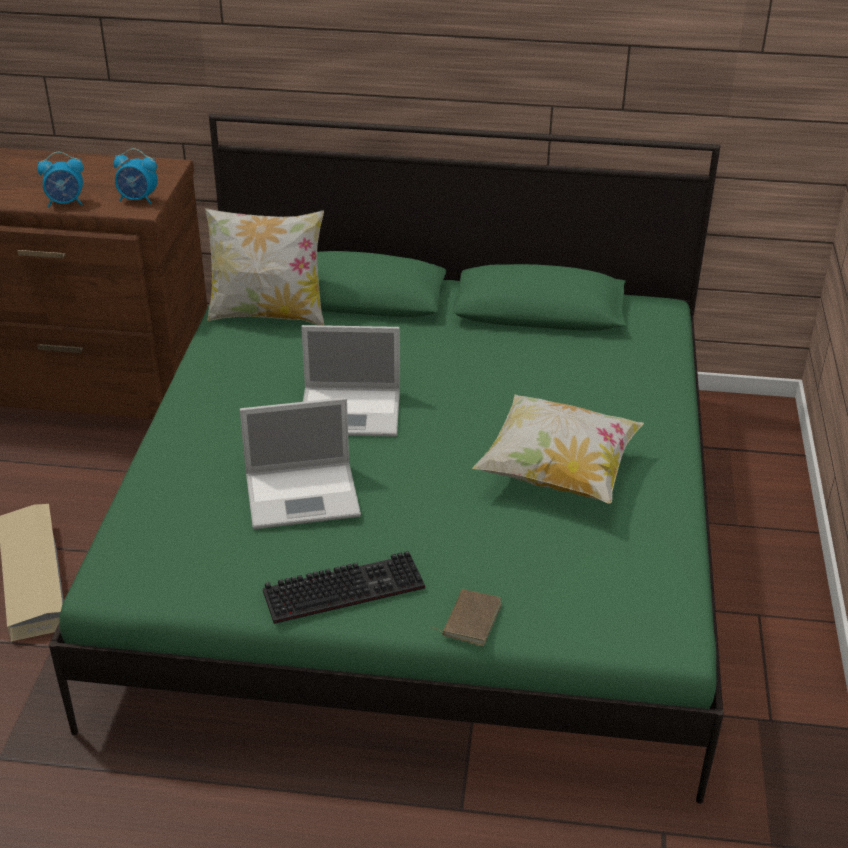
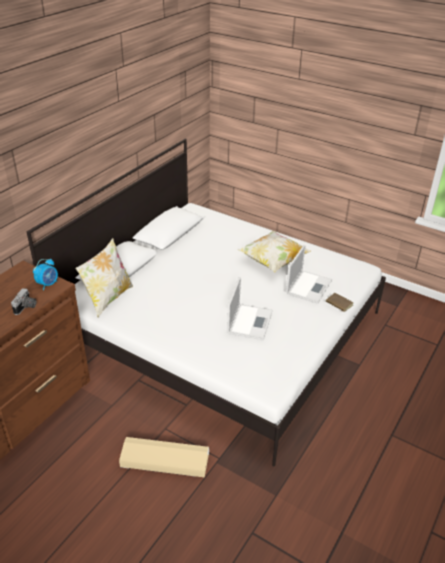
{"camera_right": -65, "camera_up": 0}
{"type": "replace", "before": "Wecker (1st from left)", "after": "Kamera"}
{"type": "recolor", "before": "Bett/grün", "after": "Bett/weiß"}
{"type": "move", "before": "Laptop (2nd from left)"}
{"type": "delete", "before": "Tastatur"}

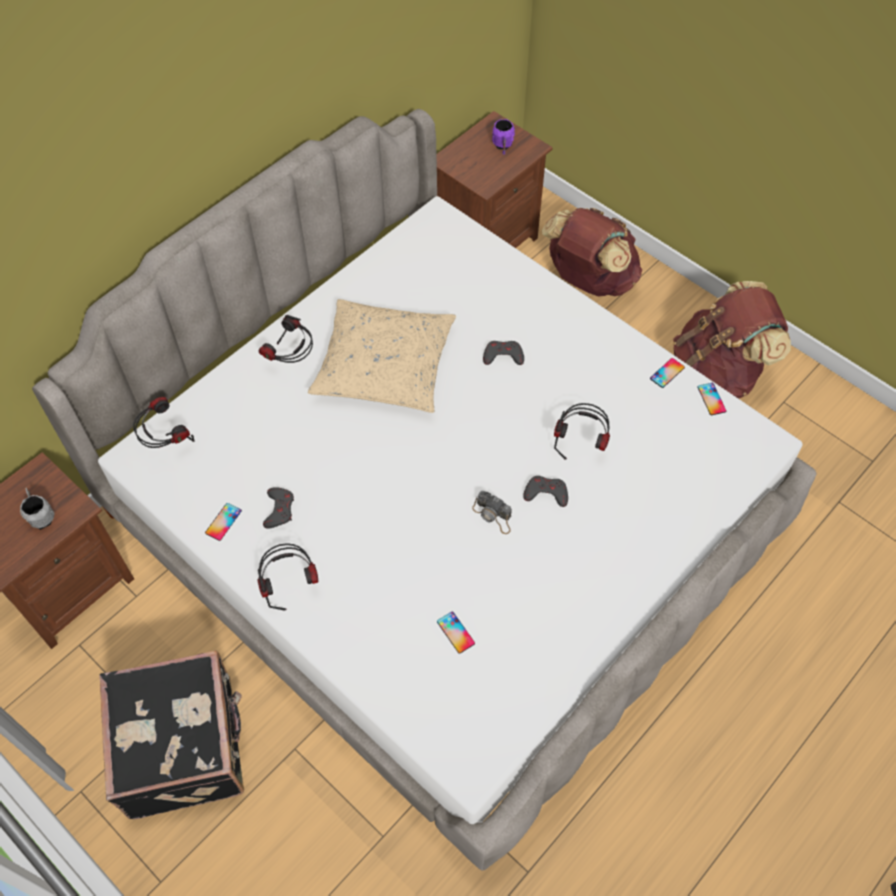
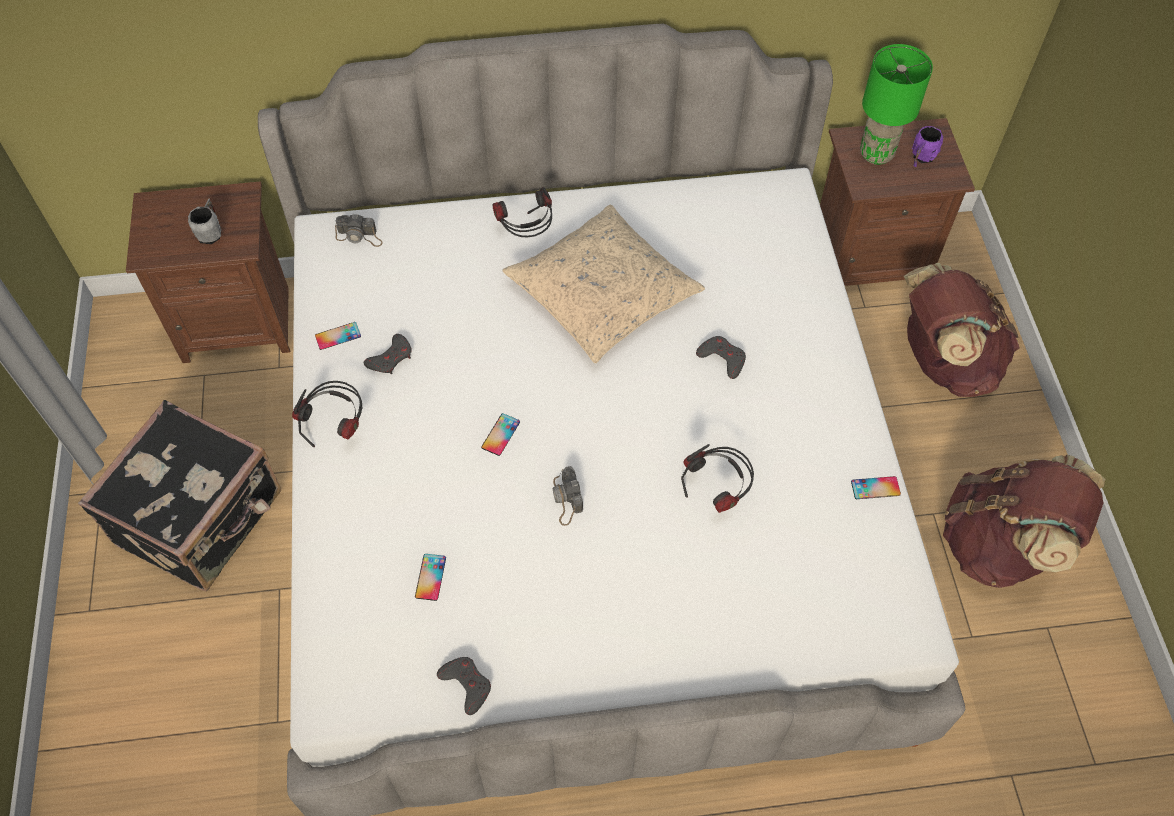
{"camera_right": 40, "camera_up": 0}
{"type": "replace", "before": "Kopfhörer (1st from left)", "after": "Kamera (1st from left)"}
{"type": "move", "before": "Gamepad/grau (3rd from left in the first image)", "after": "Gamepad/grau (2nd from left)"}
{"type": "move", "before": "Handy (4th from left in the first image)", "after": "Handy (3rd from left)"}
{"type": "insert", "after": "Tischlampe/grün"}

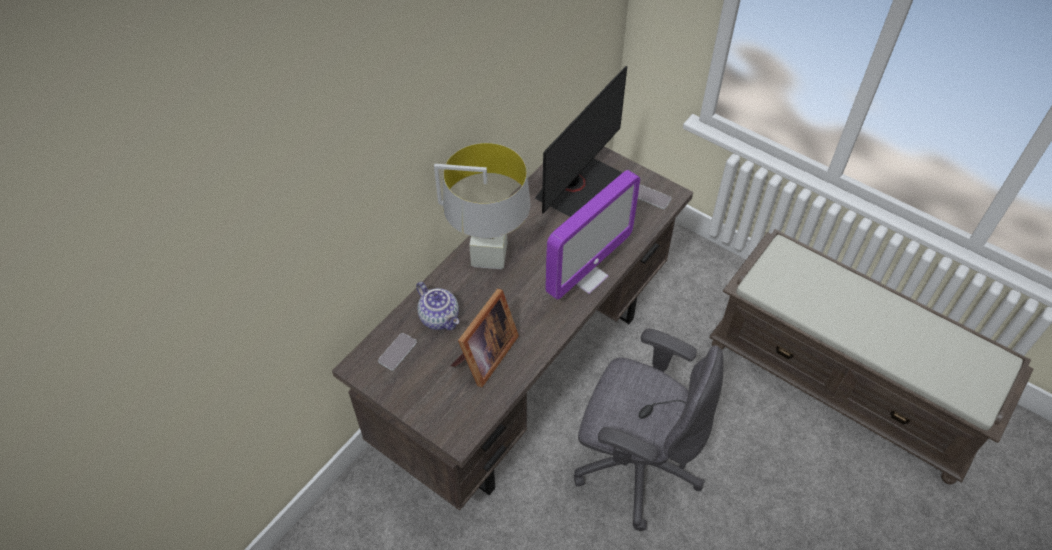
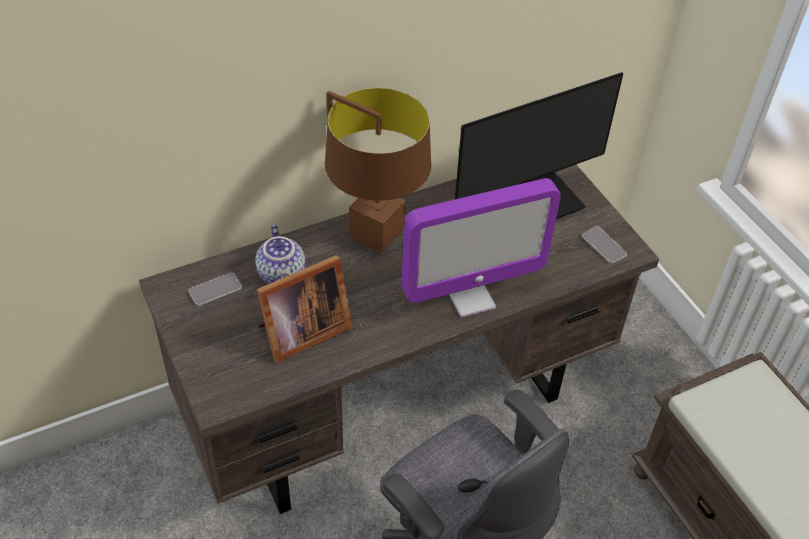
{"camera_right": 25, "camera_up": -5}
{"type": "recolor", "before": "Tischlampe/grau", "after": "Tischlampe/braun"}

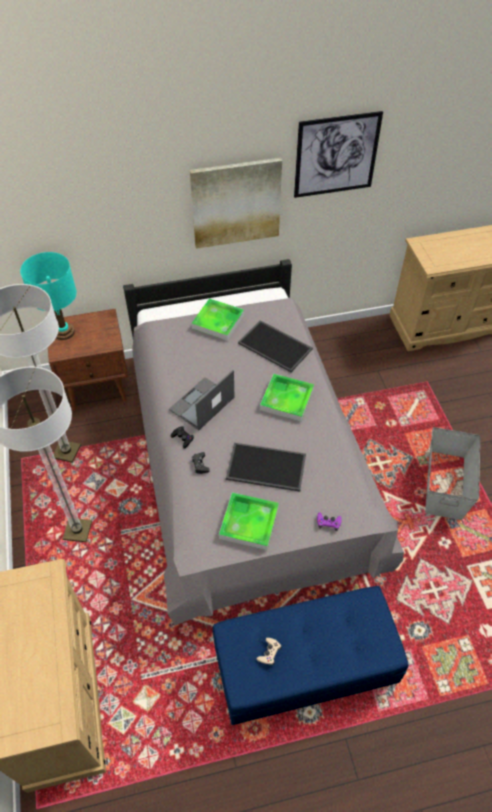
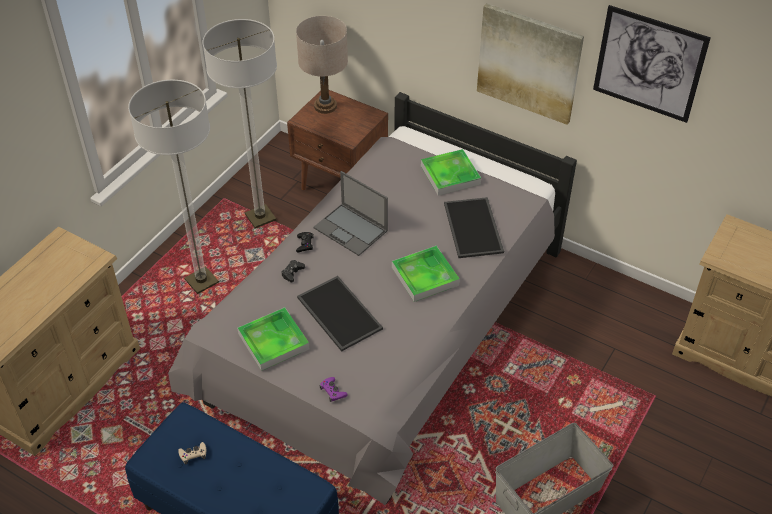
{"camera_right": 45, "camera_up": -5}
{"type": "recolor", "before": "Tischlampe/türkis", "after": "Tischlampe/beige"}
{"type": "rotate", "before": "Laptop", "turn": -135}

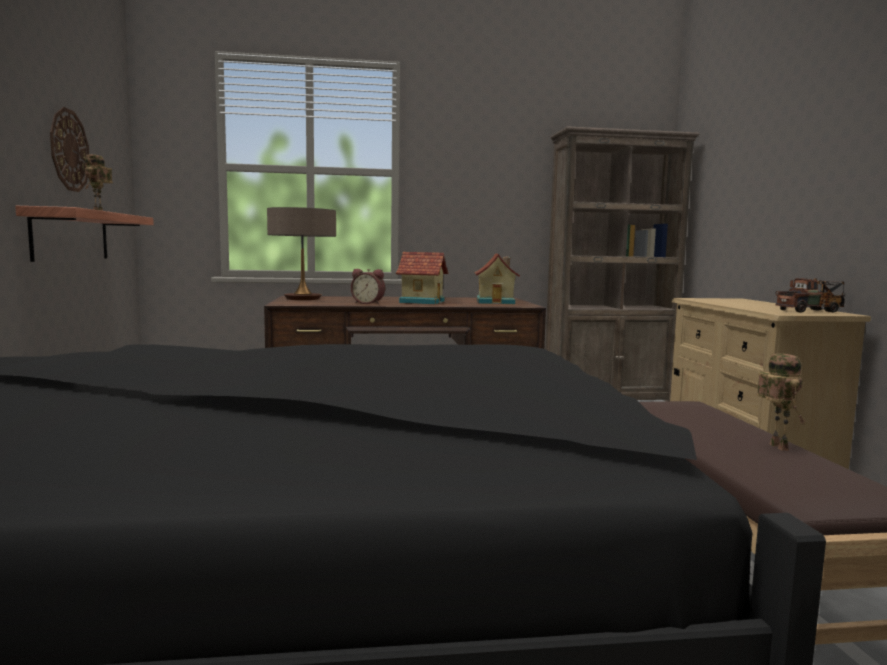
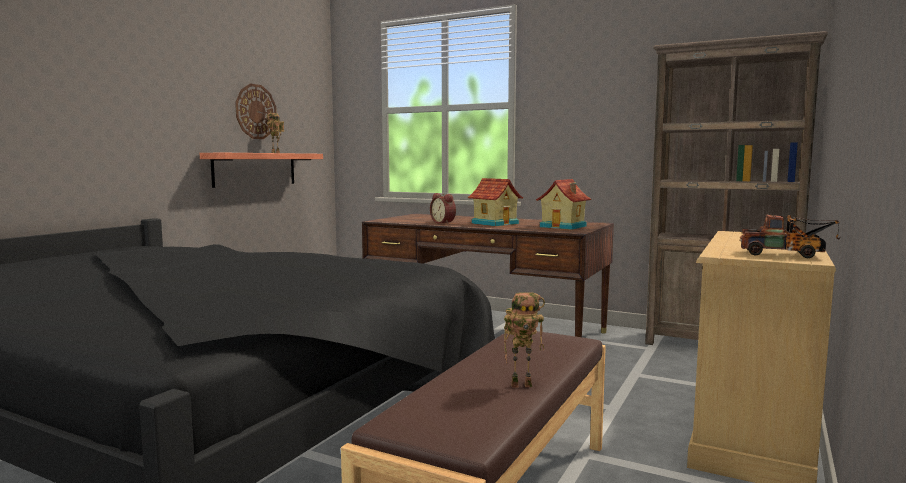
{"camera_right": 35, "camera_up": 0}
{"type": "rotate", "before": "Spielzeugroboter (2nd from left)", "turn": 60}
{"type": "delete", "before": "Tischlampe"}

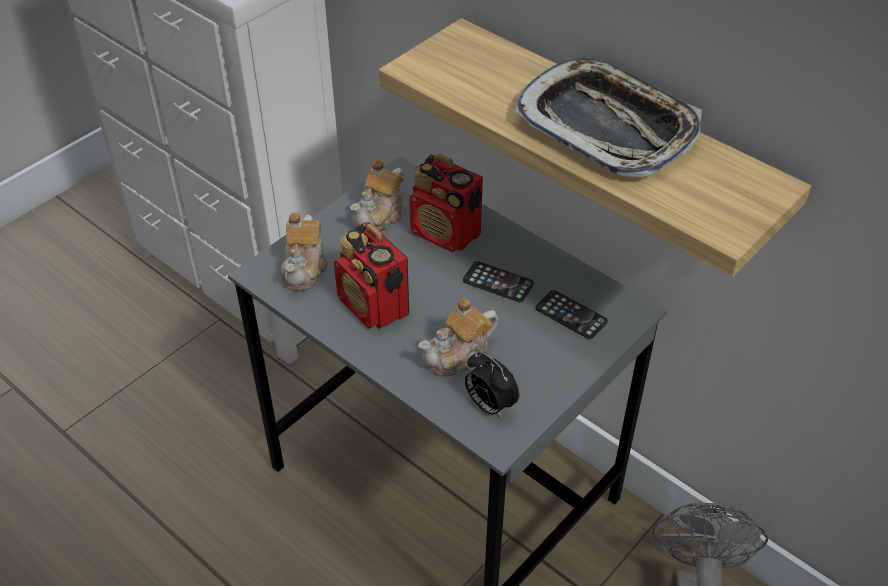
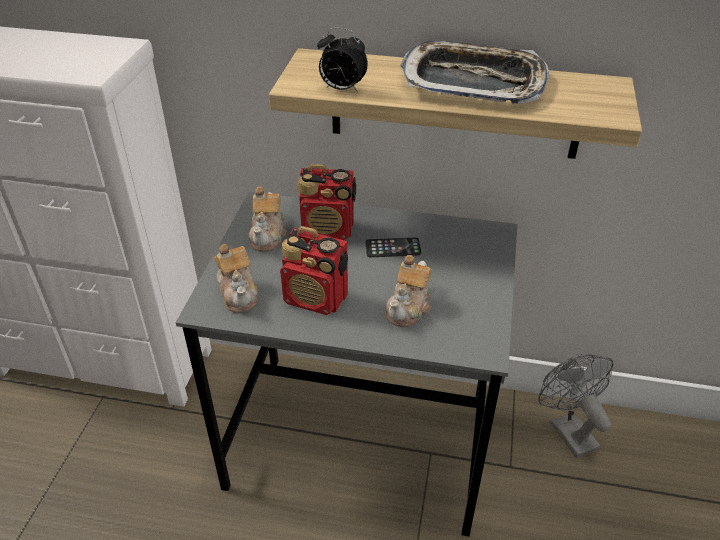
{"camera_right": -30, "camera_up": -5}
{"type": "move", "before": "Wecker"}
{"type": "delete", "before": "Handy (2nd from left)"}

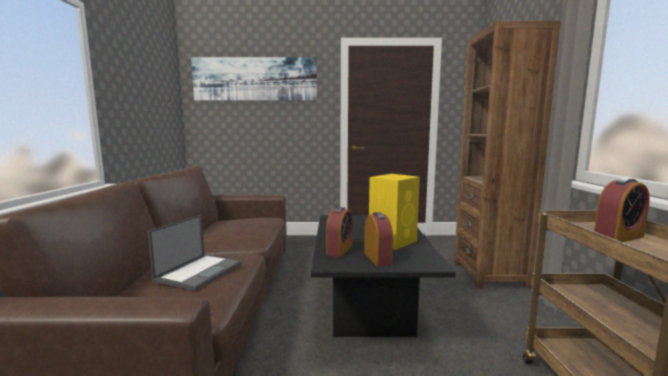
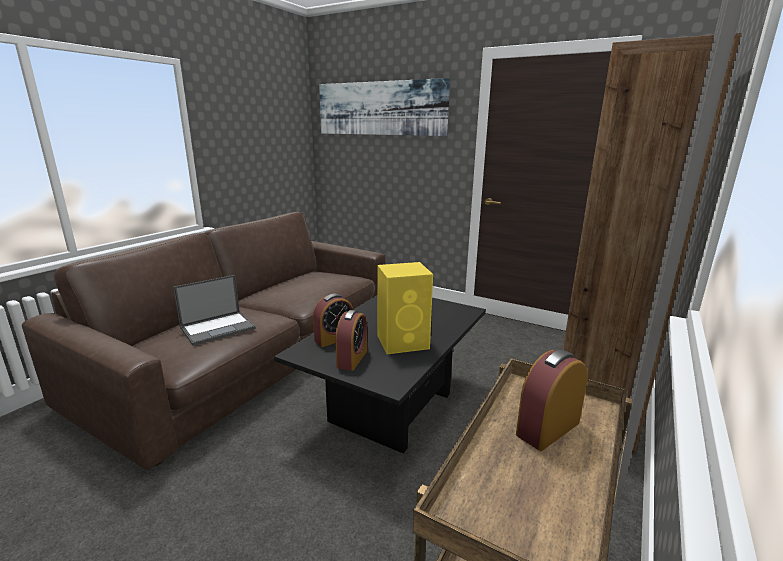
{"camera_right": 30, "camera_up": 10}
{"type": "rotate", "before": "Wecker (3rd from left)", "turn": 135}

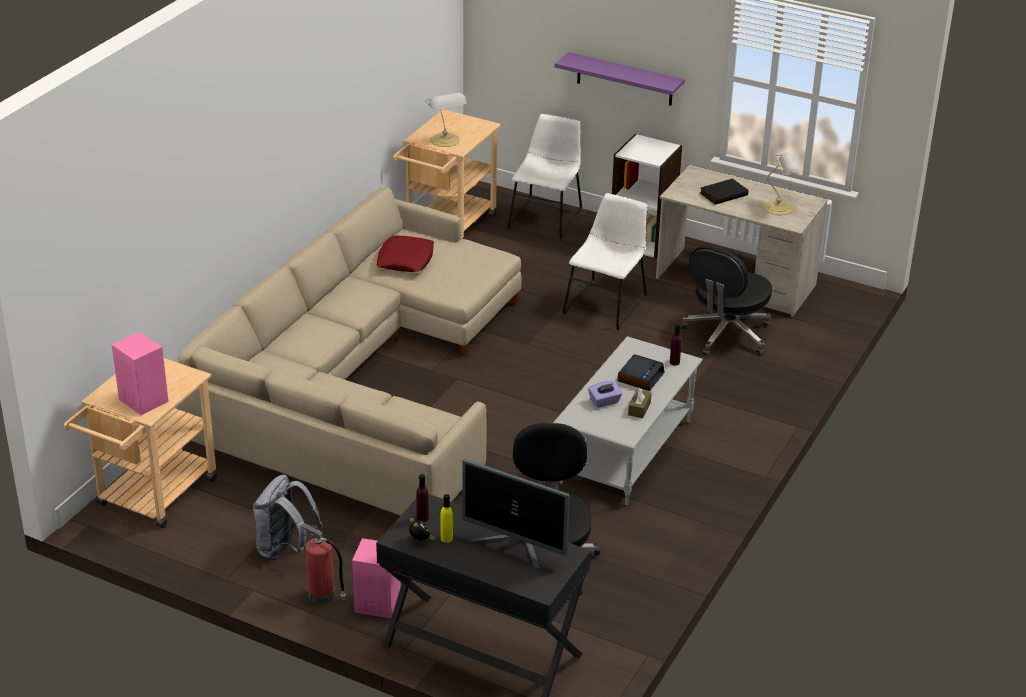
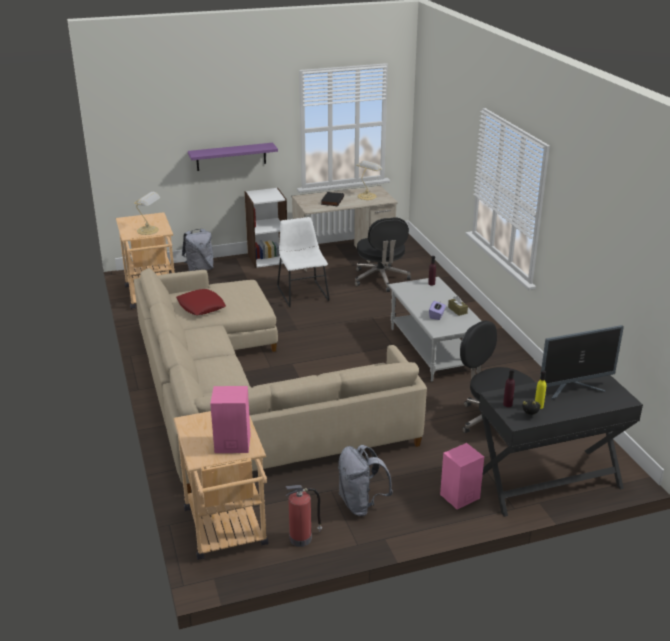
{"camera_right": -45, "camera_up": -5}
{"type": "replace", "before": "Stuhl/weiß (1st from left)", "after": "Rucksack/grau (1st from left)"}
{"type": "move", "before": "Feuerlöscher"}
{"type": "delete", "before": "Wecker (2nd from left)"}

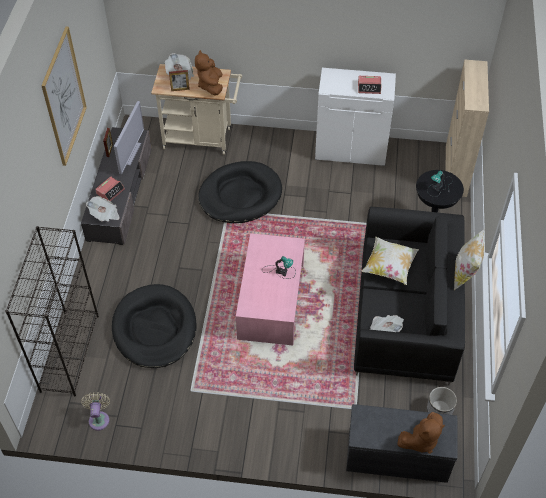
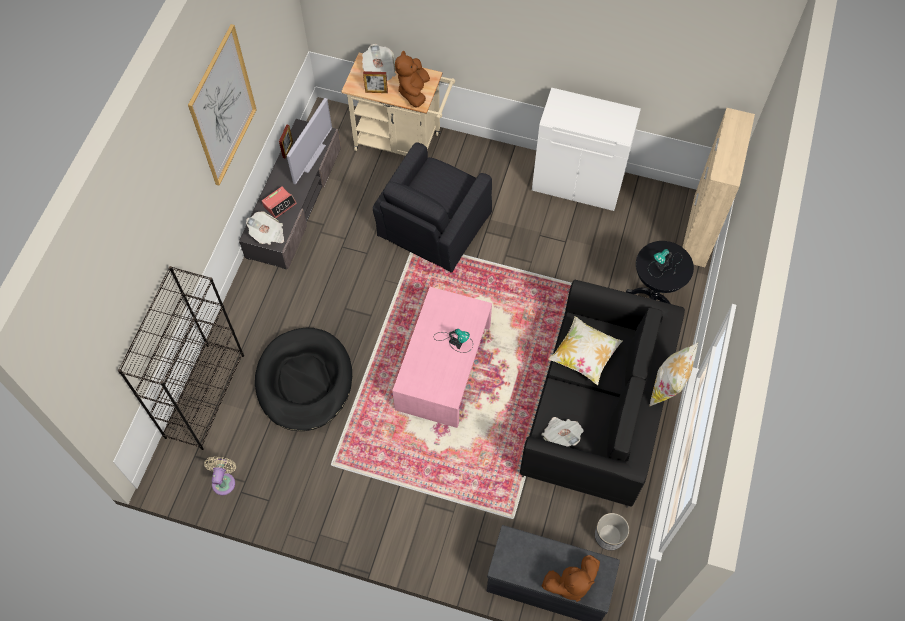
{"camera_right": 10, "camera_up": 10}
{"type": "replace", "before": "Hundebett/schwarz (2nd from left)", "after": "Sessel/schwarz"}
{"type": "delete", "before": "Wecker (2nd from left)"}

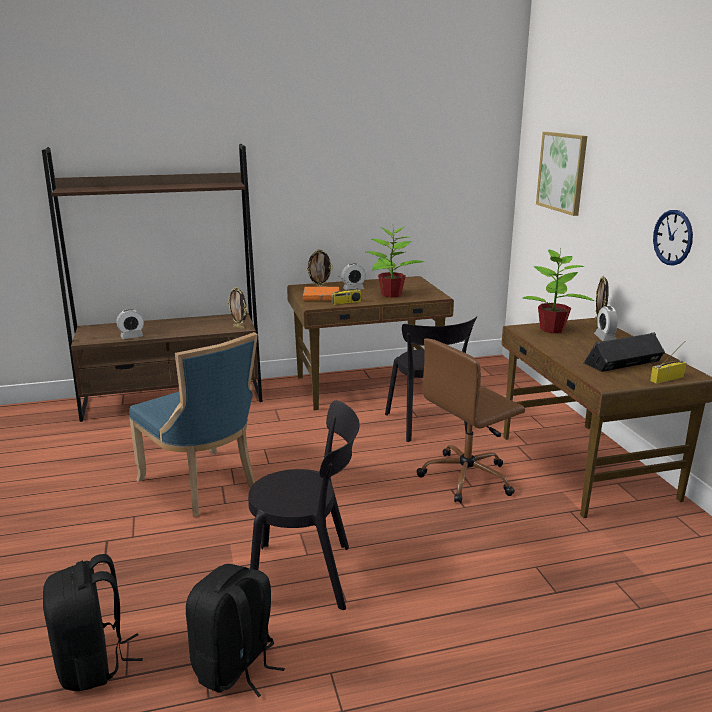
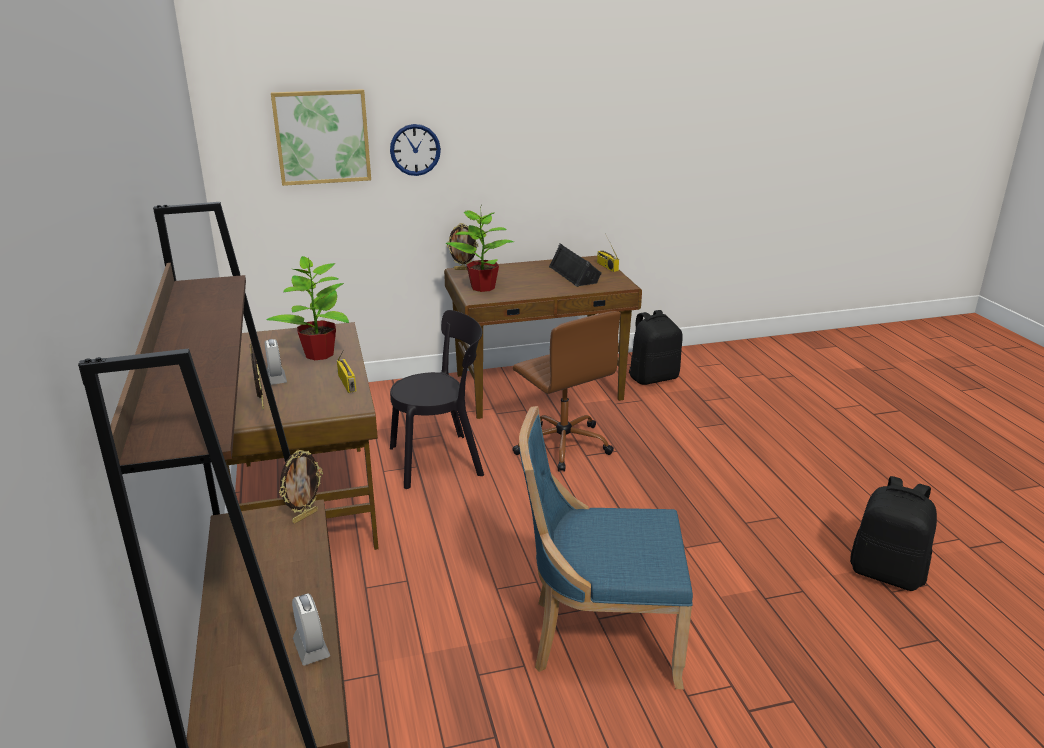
{"camera_right": -90, "camera_up": 5}
{"type": "move", "before": "Wanduhr"}
{"type": "rotate", "before": "Stuhl/blau", "turn": -135}
{"type": "move", "before": "Rucksack/schwarz (1st from left)"}
{"type": "delete", "before": "Stuhl/schwarz (1st from left)"}
{"type": "delete", "before": "Buch/orange"}
{"type": "delete", "before": "Wecker (3rd from left)"}

